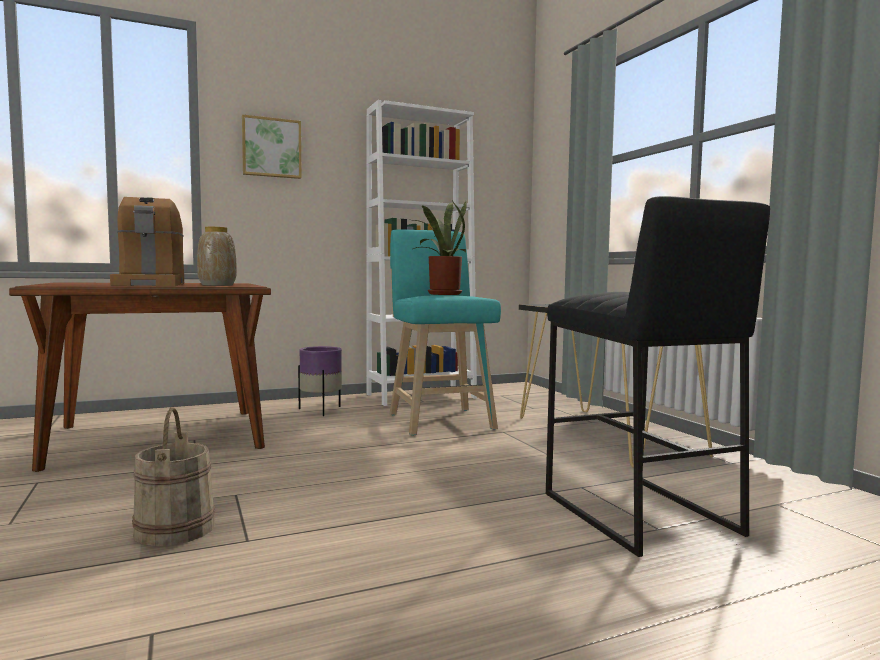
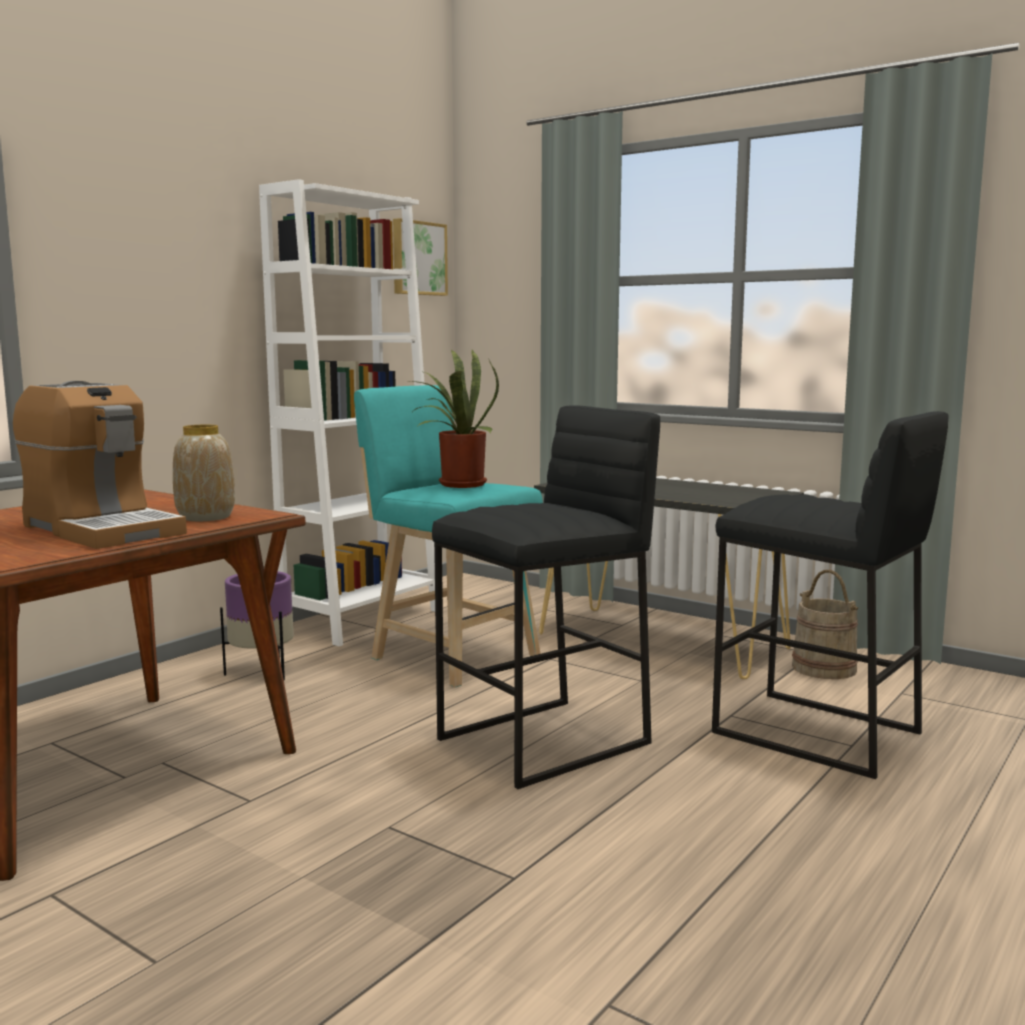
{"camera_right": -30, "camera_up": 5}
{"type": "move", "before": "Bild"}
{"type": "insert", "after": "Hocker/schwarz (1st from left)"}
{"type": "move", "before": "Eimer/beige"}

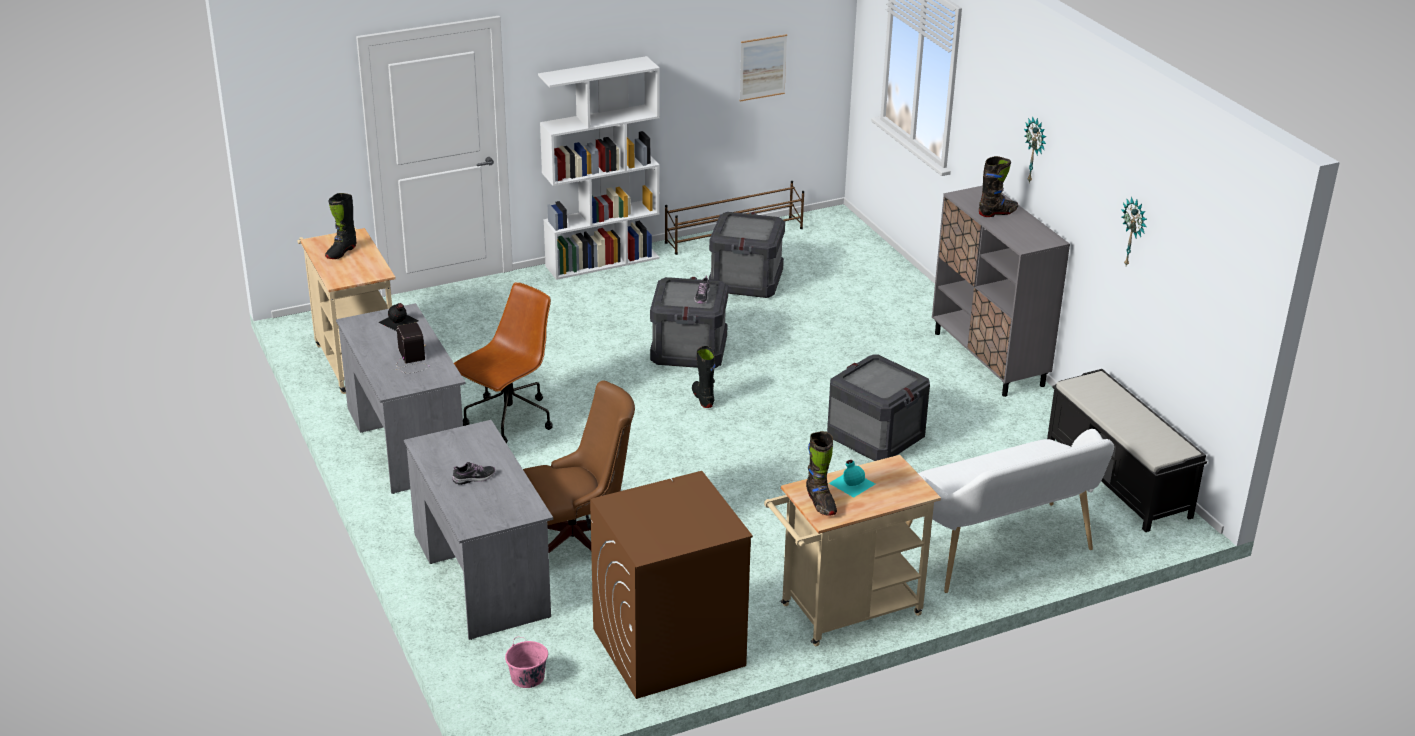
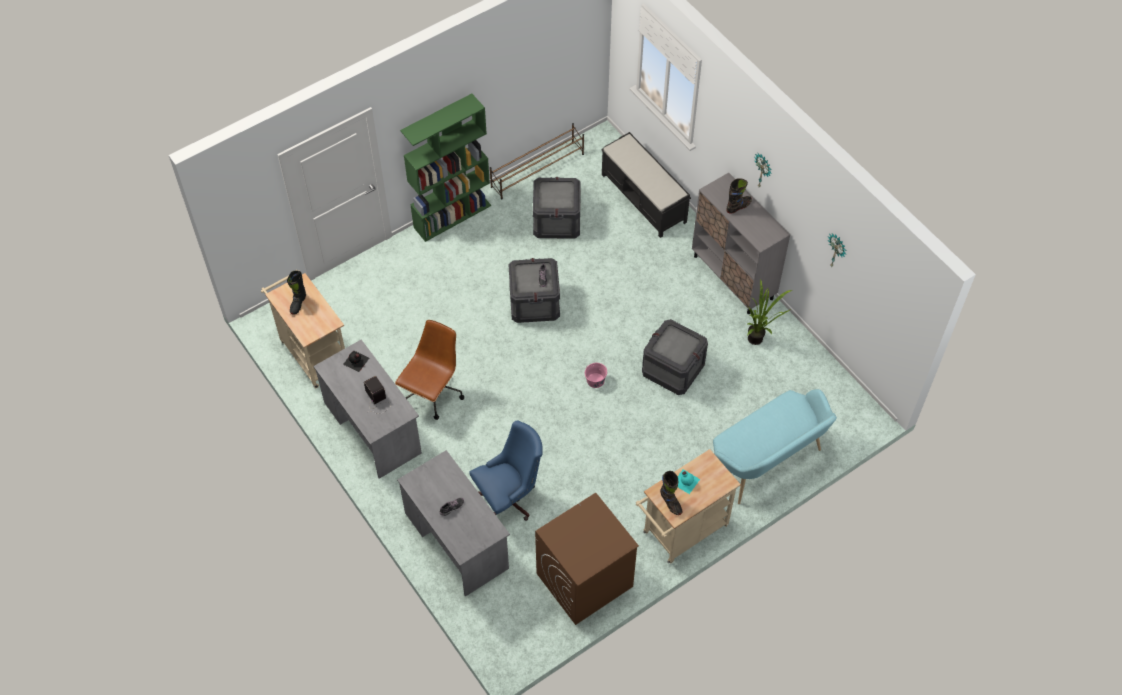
{"camera_right": -10, "camera_up": 25}
{"type": "recolor", "before": "Bücherregal/weiß", "after": "Bücherregal/grün"}
{"type": "recolor", "before": "Bürostuhl/braun (2nd from left)", "after": "Bürostuhl/blau"}
{"type": "move", "before": "Eimer/rosa"}
{"type": "move", "before": "Bank/schwarz"}
{"type": "recolor", "before": "Bank/weiß", "after": "Bank/türkis"}
{"type": "insert", "after": "Topfpflanze"}
{"type": "delete", "before": "Stiefel/schwarz (2nd from left)"}
{"type": "delete", "before": "Bild"}

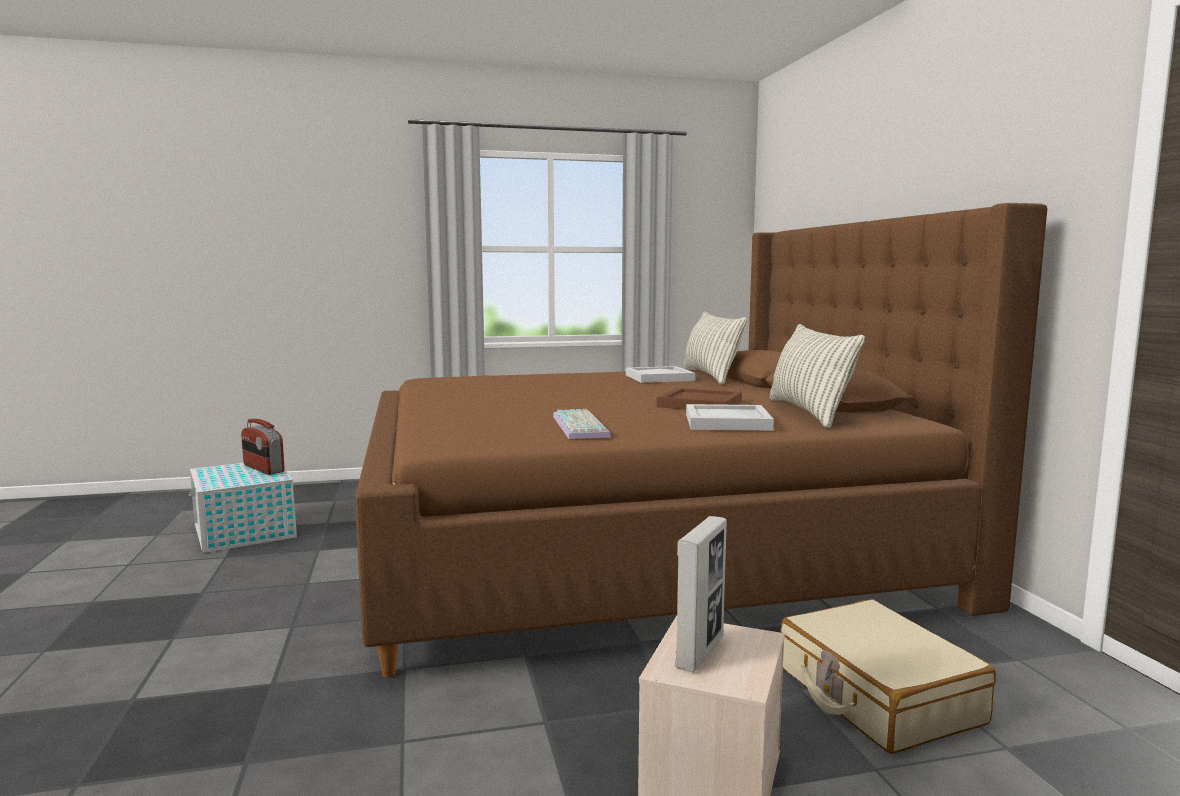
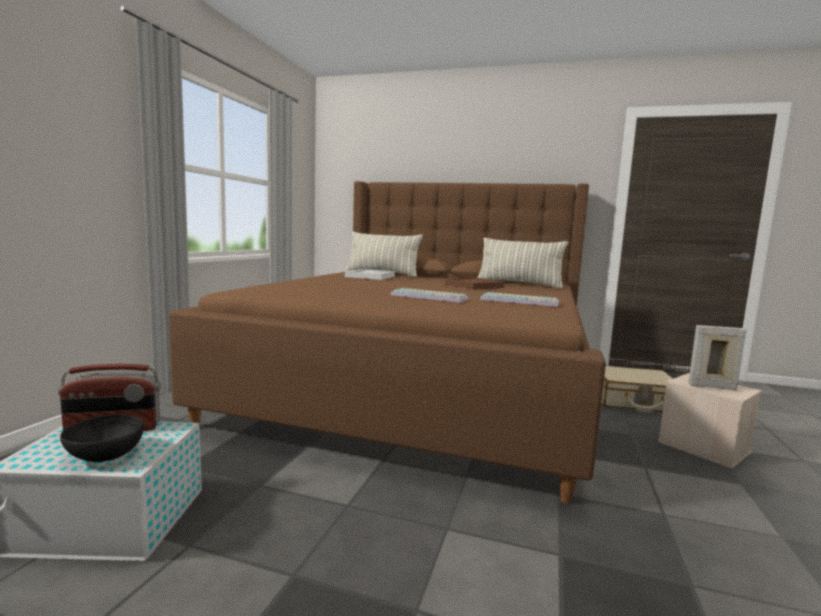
{"camera_right": -60, "camera_up": 0}
{"type": "insert", "after": "Schüssel/schwarz"}
{"type": "insert", "after": "Tastatur (1st from left)"}
{"type": "rotate", "before": "Bilderrahmen", "turn": -45}
{"type": "delete", "before": "Tablett/weiß (2nd from left)"}

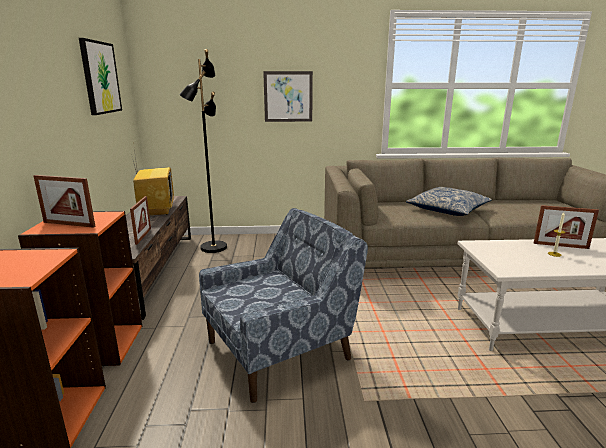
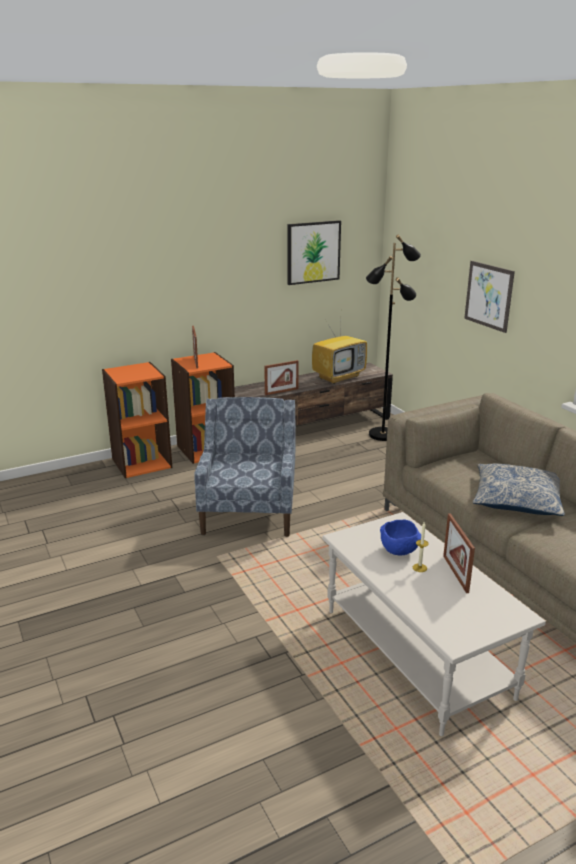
{"camera_right": 65, "camera_up": 5}
{"type": "rotate", "before": "Sessel/blau", "turn": -120}
{"type": "insert", "after": "Schüssel/blau"}

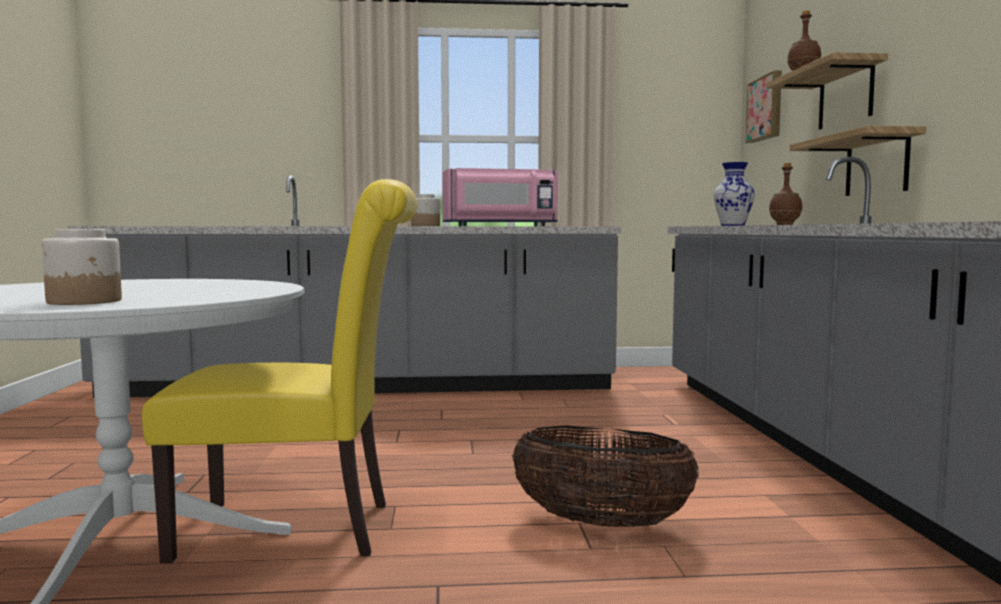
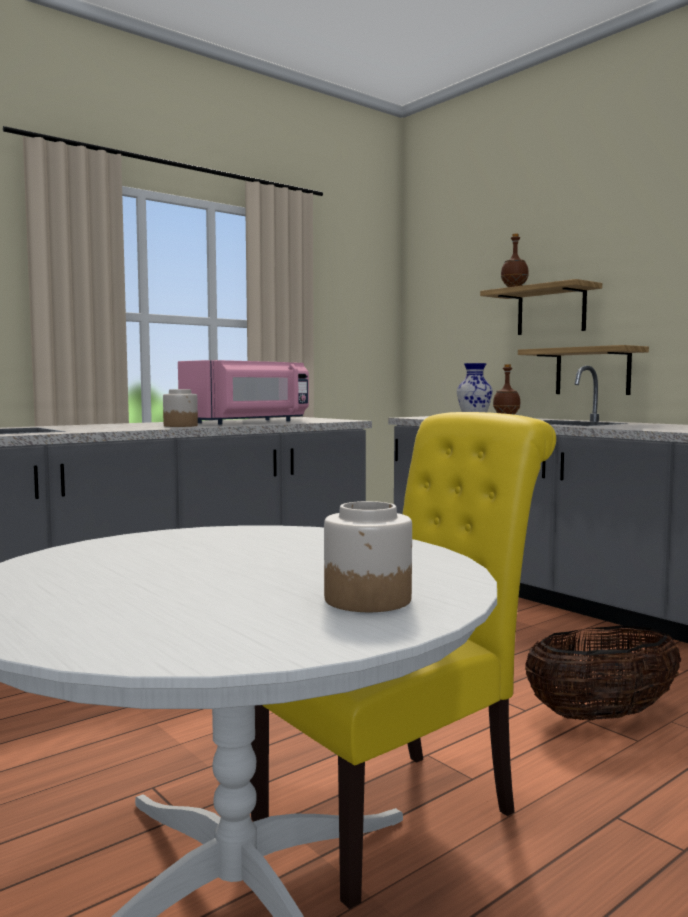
{"camera_right": -35, "camera_up": 0}
{"type": "delete", "before": "Bild"}

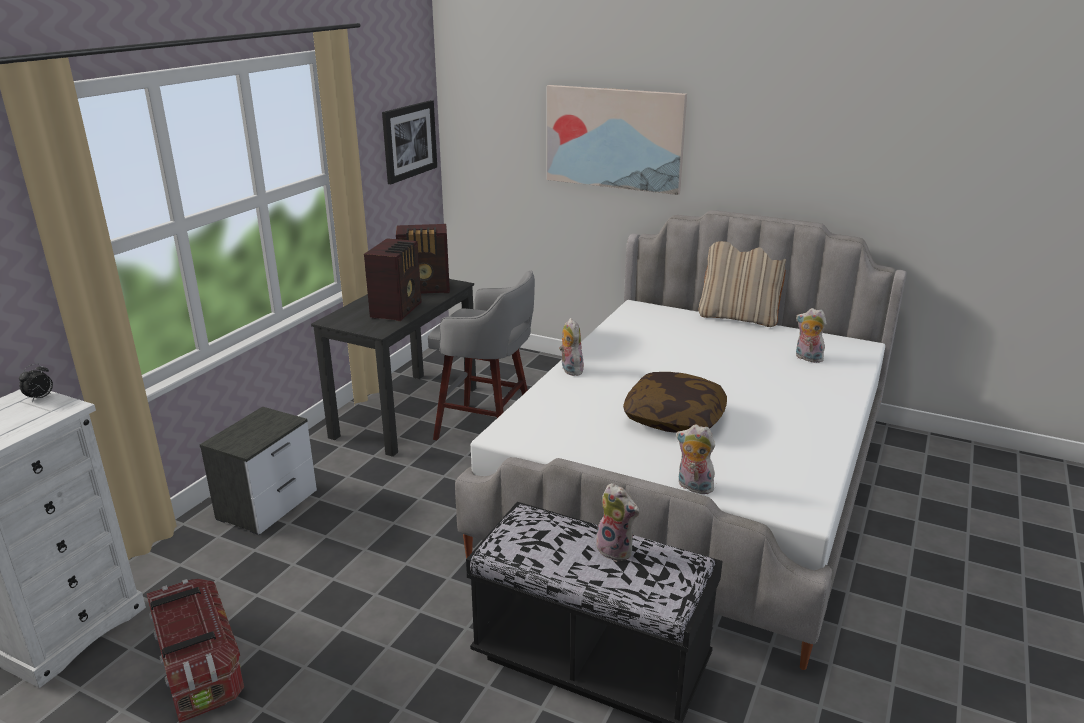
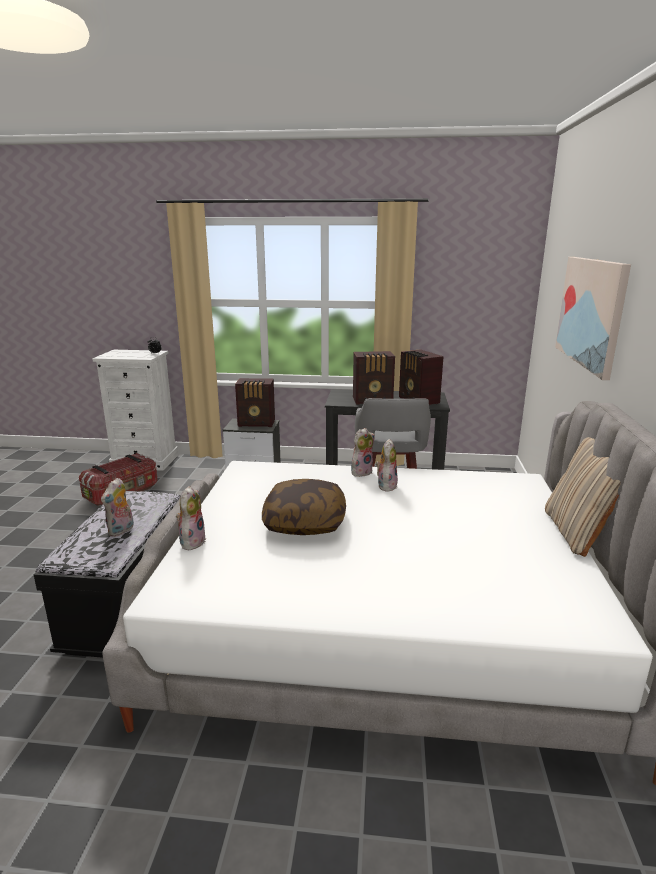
{"camera_right": 70, "camera_up": -5}
{"type": "insert", "after": "Radio (1st from left)"}
{"type": "move", "before": "Plüschtier (4th from left)"}
{"type": "delete", "before": "Bild (1st from left)"}

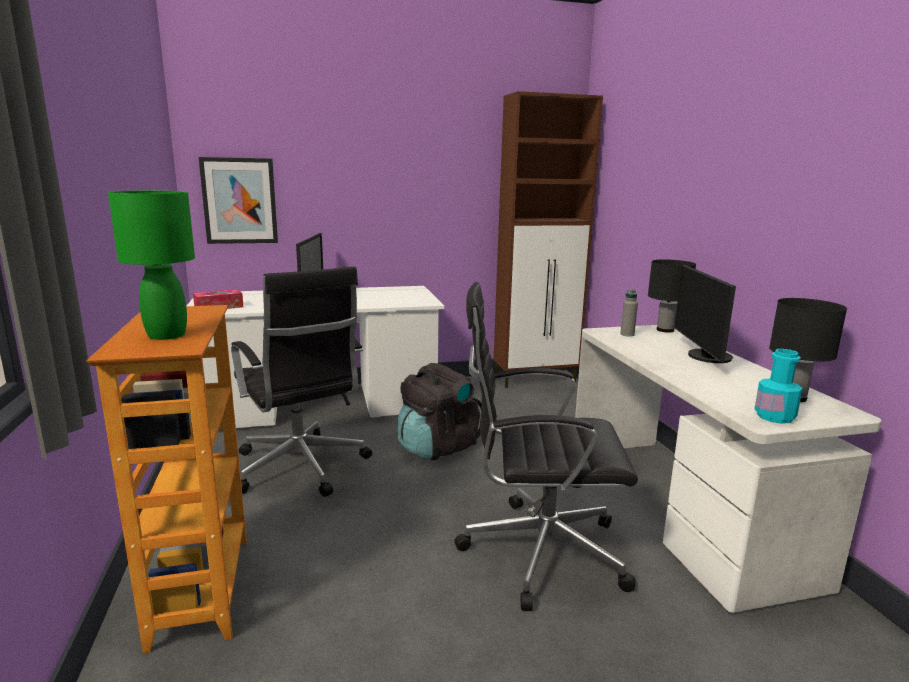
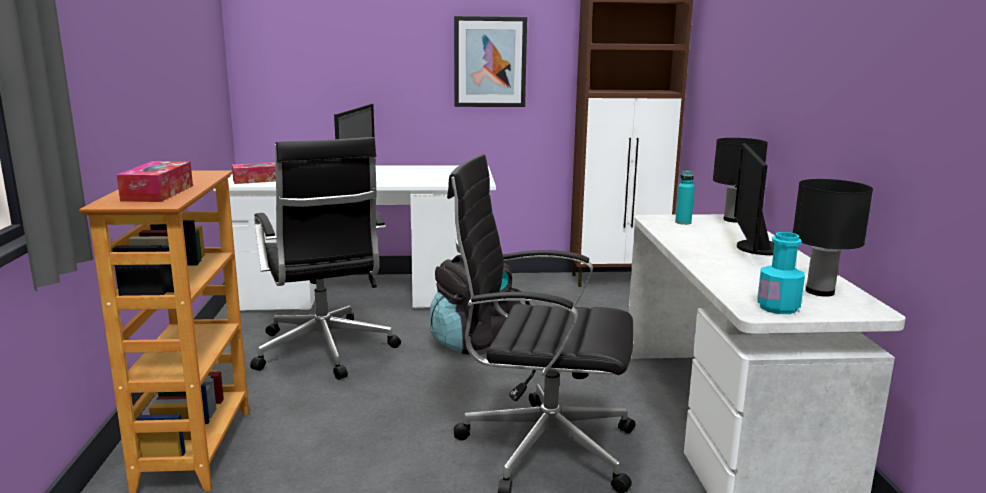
{"camera_right": 10, "camera_up": 0}
{"type": "replace", "before": "Tischlampe/grün", "after": "Taschentuchbox (1st from left)"}
{"type": "move", "before": "Bild"}
{"type": "recolor", "before": "Flasche/grau", "after": "Flasche/türkis (1st from left)"}

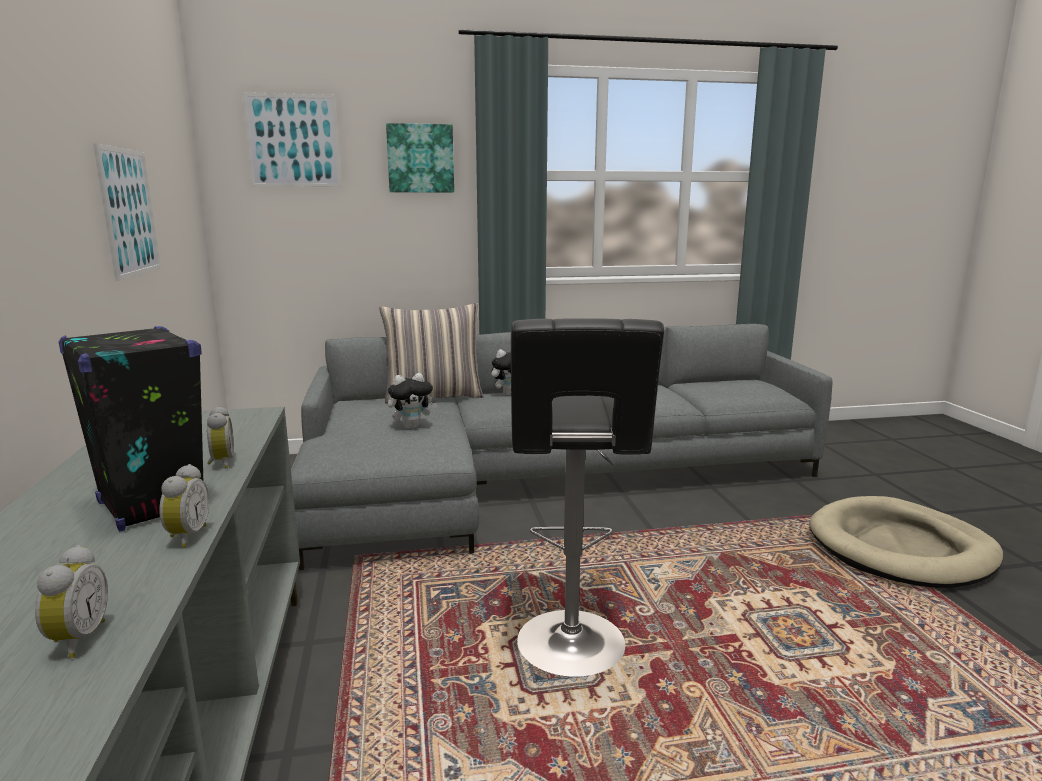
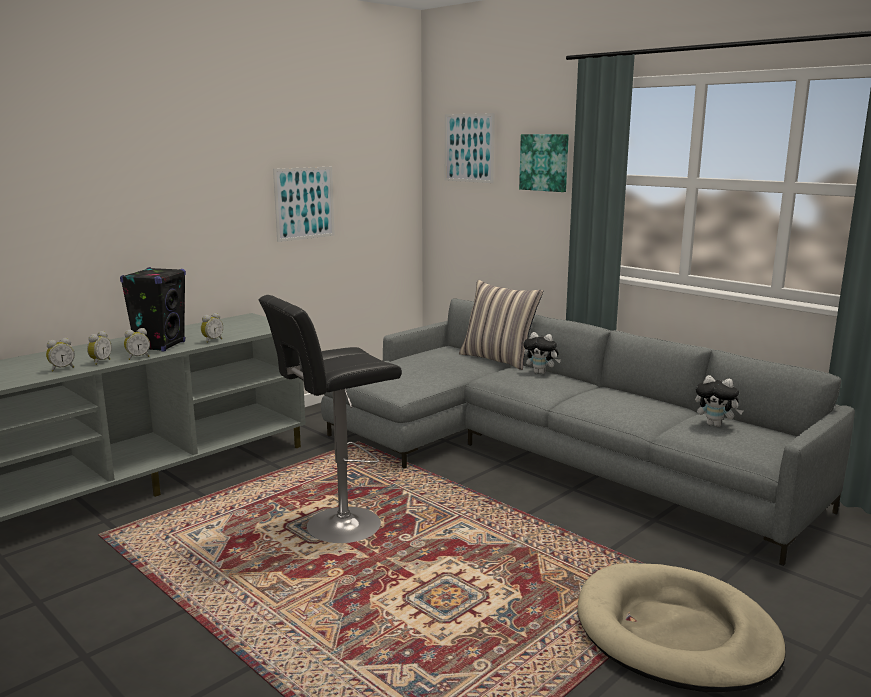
{"camera_right": 55, "camera_up": 0}
{"type": "insert", "after": "Wecker (2nd from left)"}
{"type": "move", "before": "Plüschtier (1st from left in the first image)", "after": "Plüschtier (2nd from left)"}

